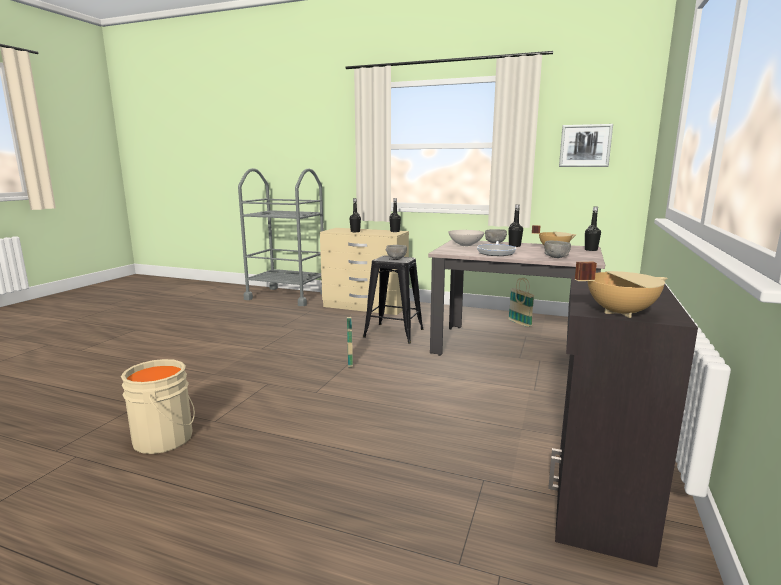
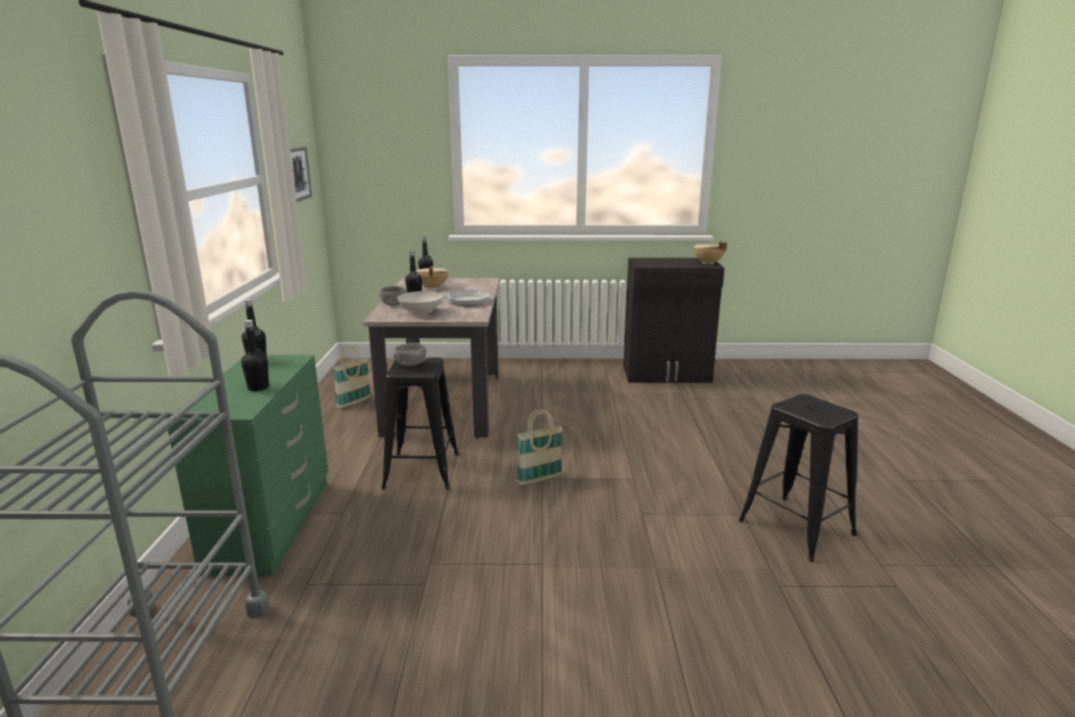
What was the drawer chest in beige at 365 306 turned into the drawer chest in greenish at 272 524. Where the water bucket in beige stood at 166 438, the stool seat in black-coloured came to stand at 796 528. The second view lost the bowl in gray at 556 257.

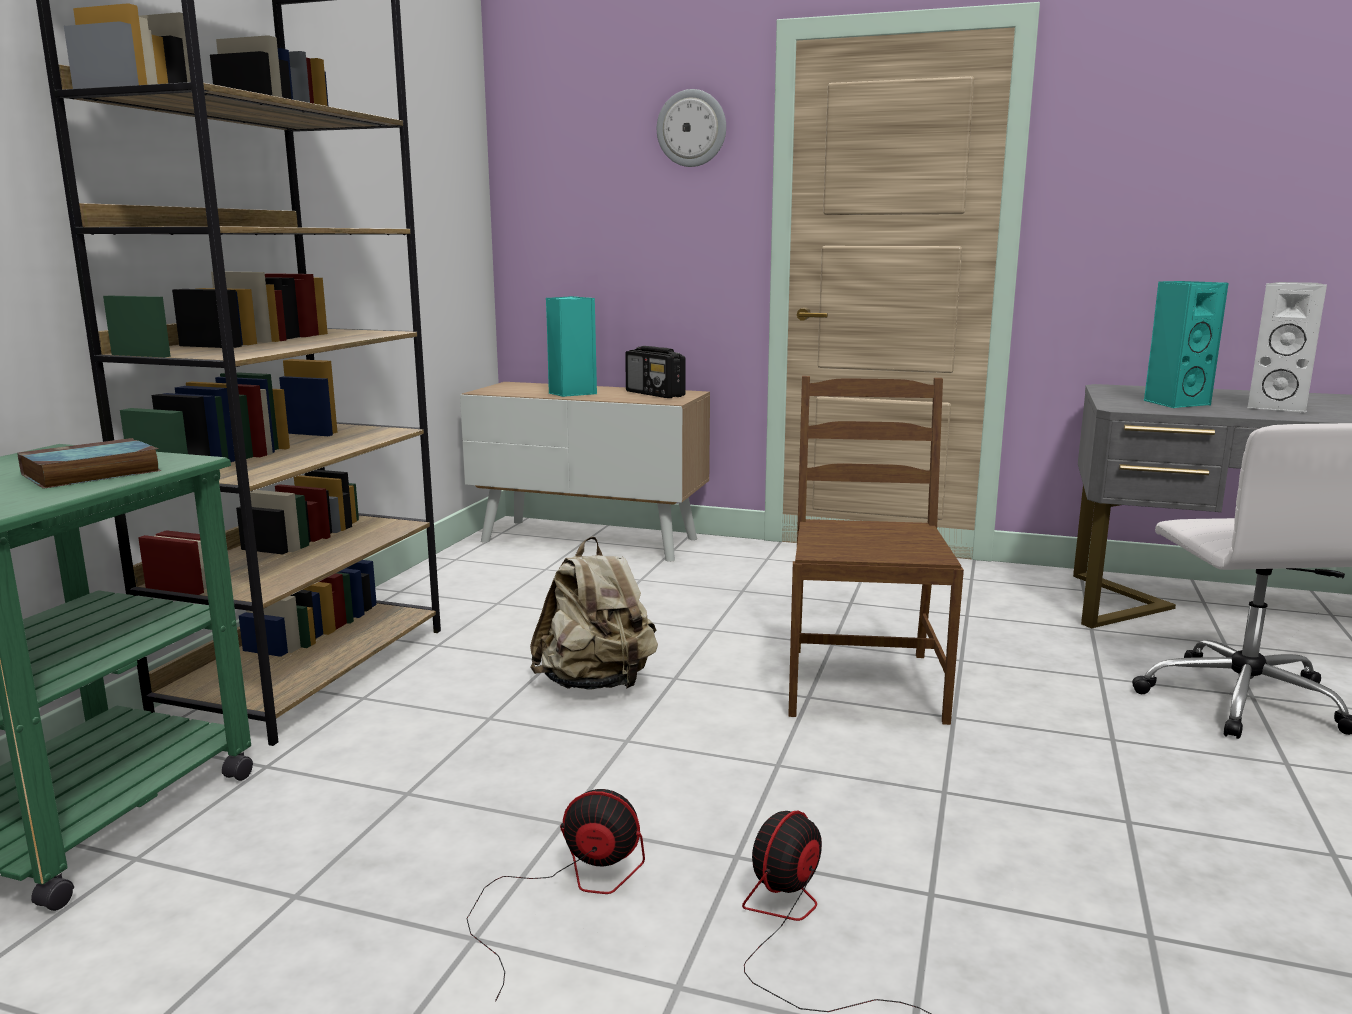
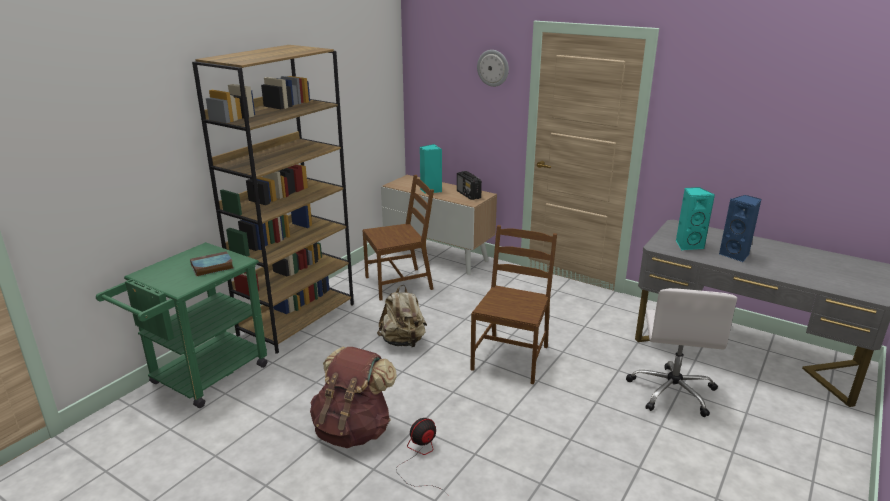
Where the fan stood at 566 892, the rucksack in brown-coloured came to stand at 353 430. The second view gained the chair in brown-coloured at 399 283. What was the loudspeaker in white at 1278 407 turned into the loudspeaker in blue at 736 255.

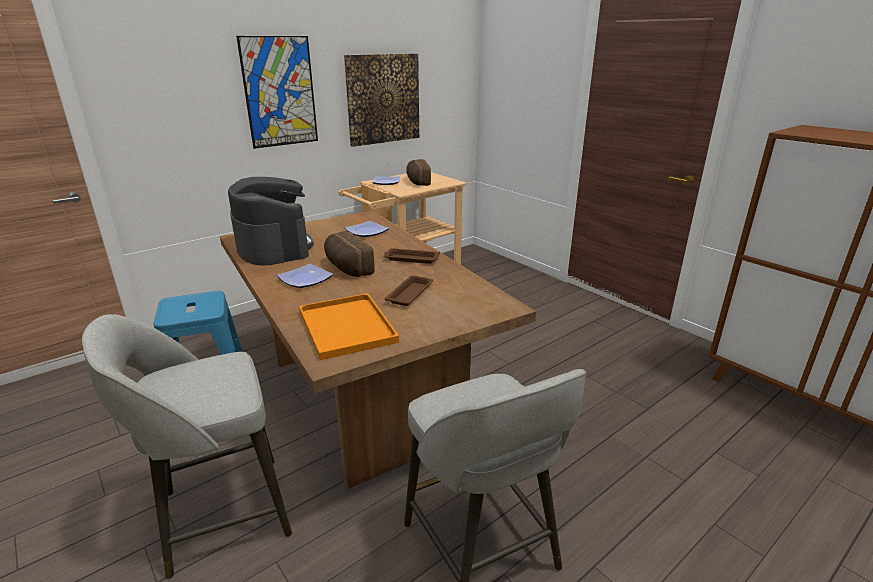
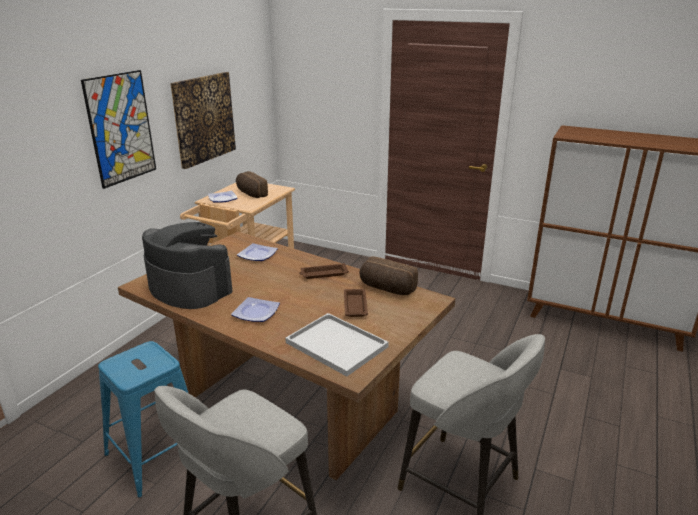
What was the tray in orange-coloured at 345 325 turned into the tray in white at 334 344. The baked bread ended up elsewhere, having gone from 347 268 to 386 289.

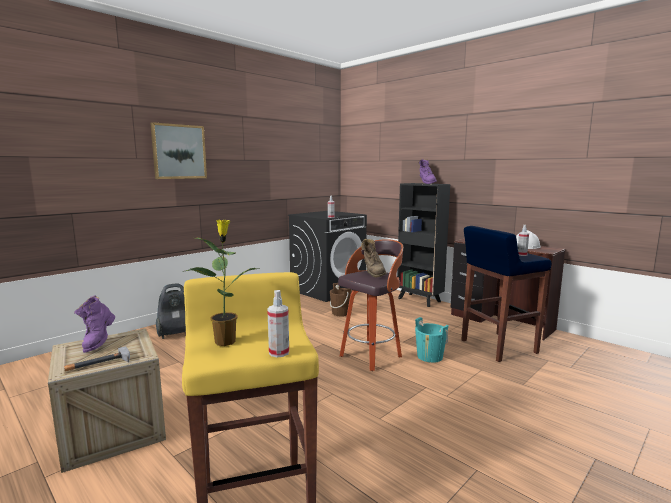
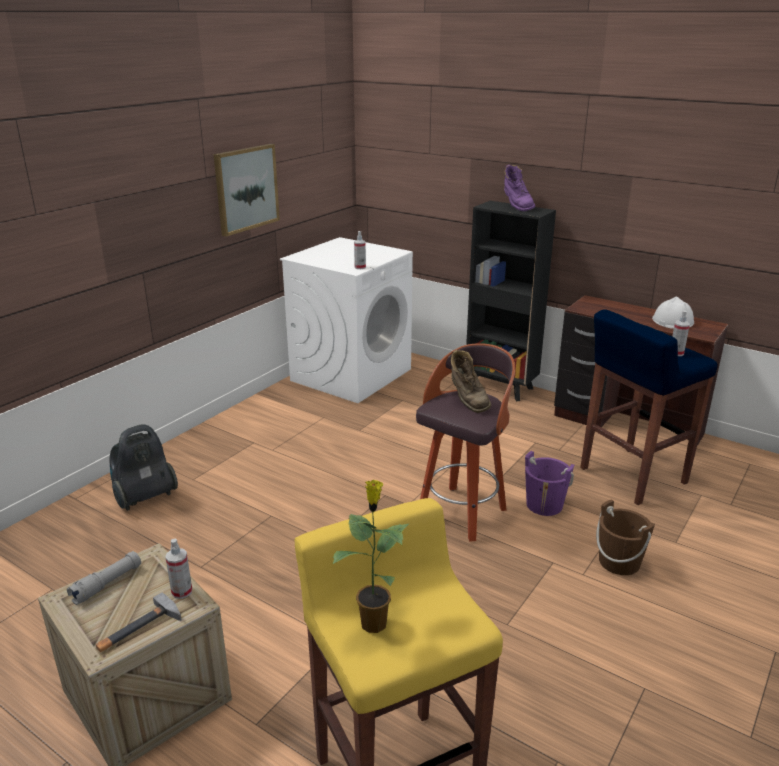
Where the high-top boot in purplish stood at 98 342, the flashlight in gray came to stand at 107 584. The hand sprayer ended up elsewhere, having gone from 279 352 to 182 591. The picture ended up elsewhere, having gone from 179 151 to 246 188. What was the laundry machine in black-coloured at 328 290 turned into the laundry machine in white at 351 374. What was the water bucket in turquoise-coloured at 429 357 turned into the water bucket in purplish at 544 505. The water bucket in brown-coloured ended up elsewhere, having gone from 341 313 to 619 562.

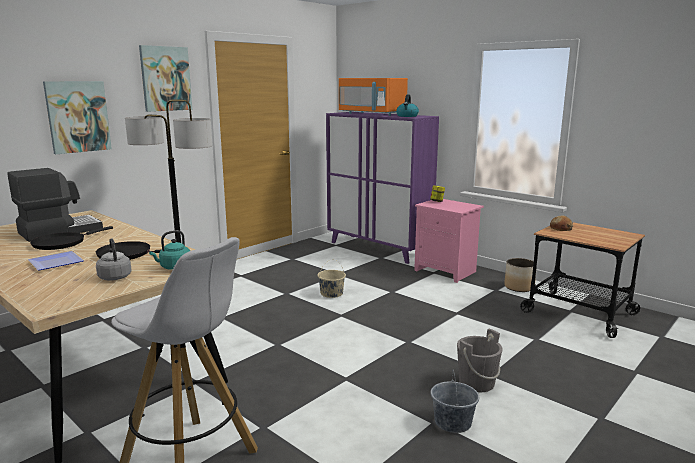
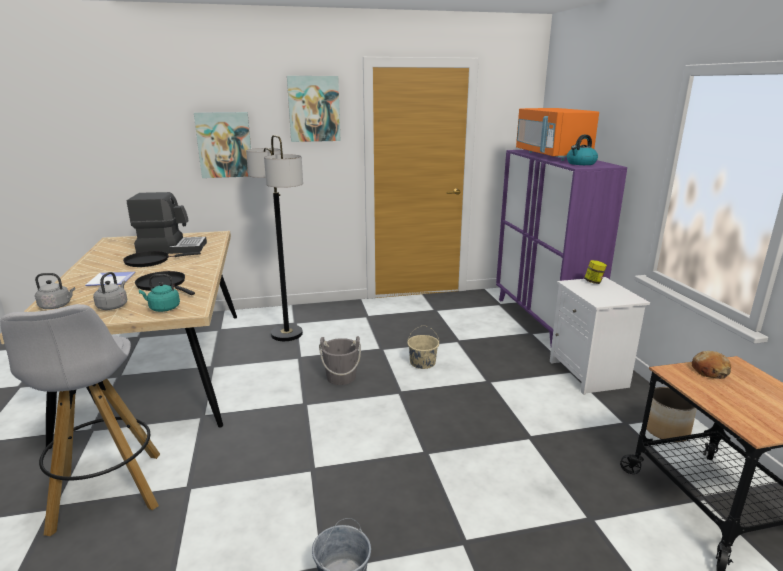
The second view gained the kettle in gray at 57 306. The water bucket in gray ended up elsewhere, having gone from 476 382 to 341 377. What was the night table in pink at 446 271 turned into the night table in white at 590 375.

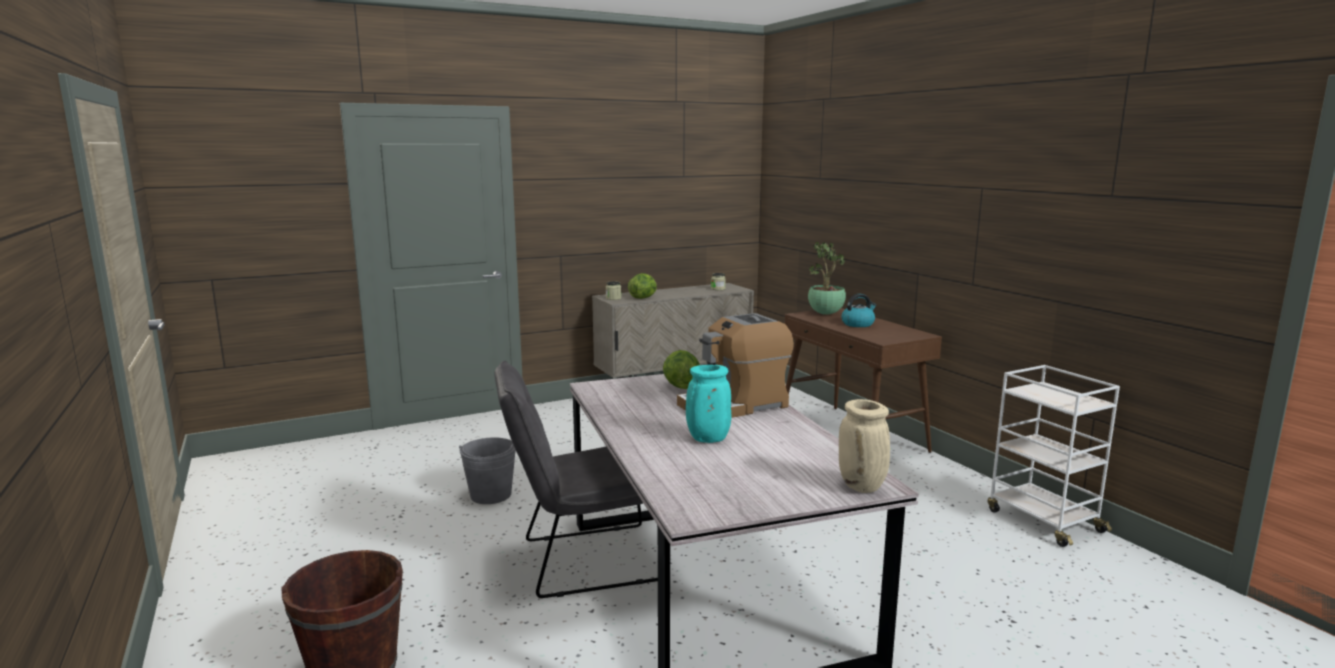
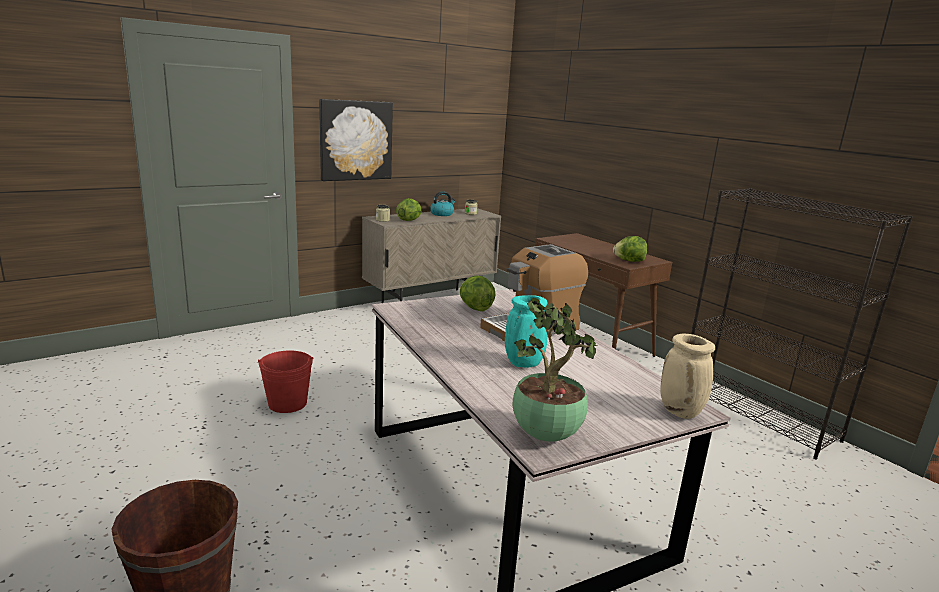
What was the water bucket in gray at 491 495 turned into the water bucket in reddish at 287 403. The second view gained the picture at 355 140. The kettle ended up elsewhere, having gone from 858 324 to 442 214. The potted plant ended up elsewhere, having gone from 826 314 to 547 436. The second view gained the lettuce head at 629 261. Where the trolley in white stood at 1042 520, the bookcase in black-coloured came to stand at 757 416. The second view lost the chair in gray at 581 561.

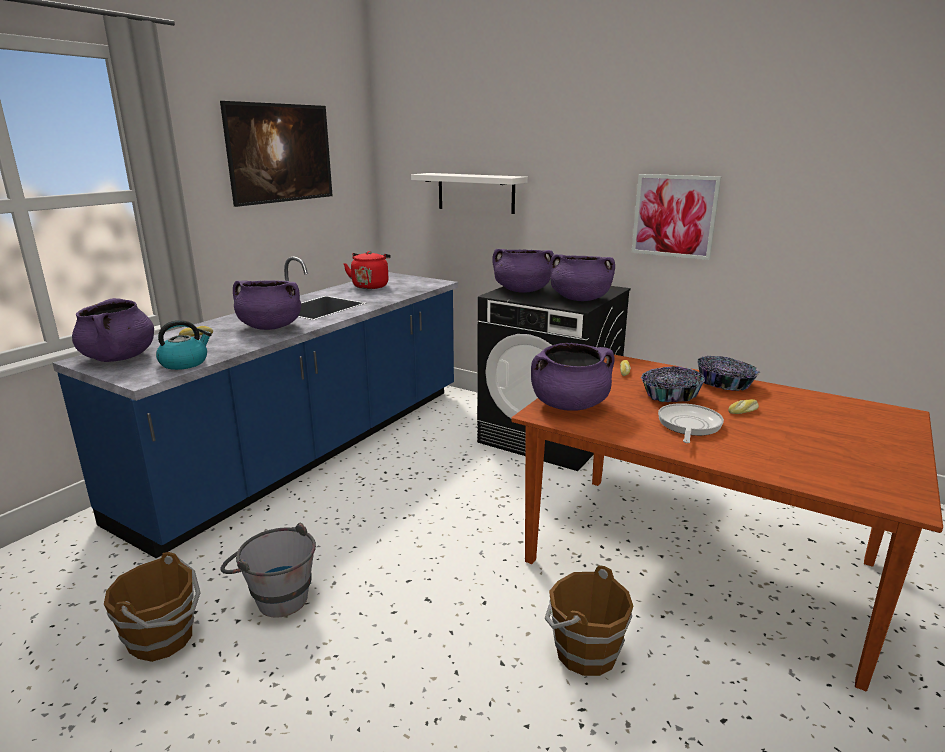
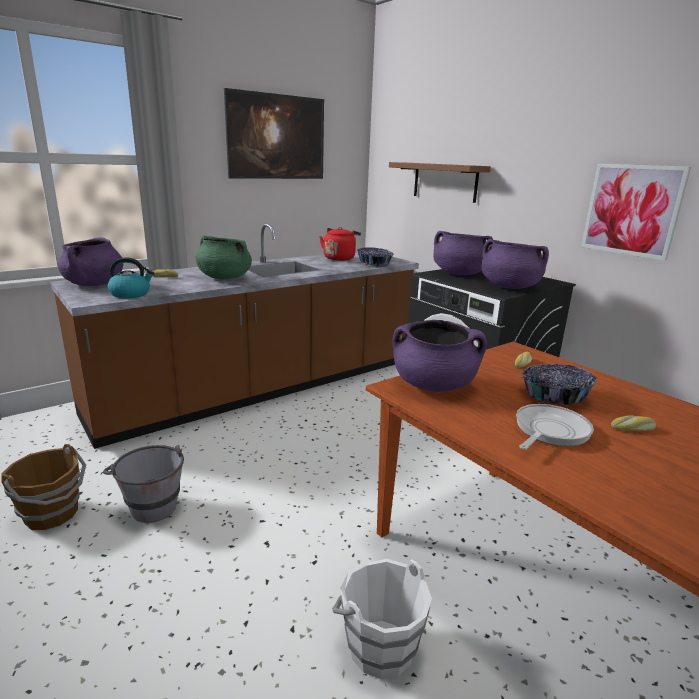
What was the kitchen counter in blue at 312 448 turned into the kitchen counter in brown-coloured at 262 388. What was the stockpot in purplish at 270 327 turned into the stockpot in greenish at 224 278. What was the water bucket in brown-coloured at 584 651 turned into the water bucket in white at 379 646. The bowl ended up elsewhere, having gone from 724 384 to 374 263. What was the bracket shelf in white at 476 193 turned into the bracket shelf in brown-coloured at 445 181.

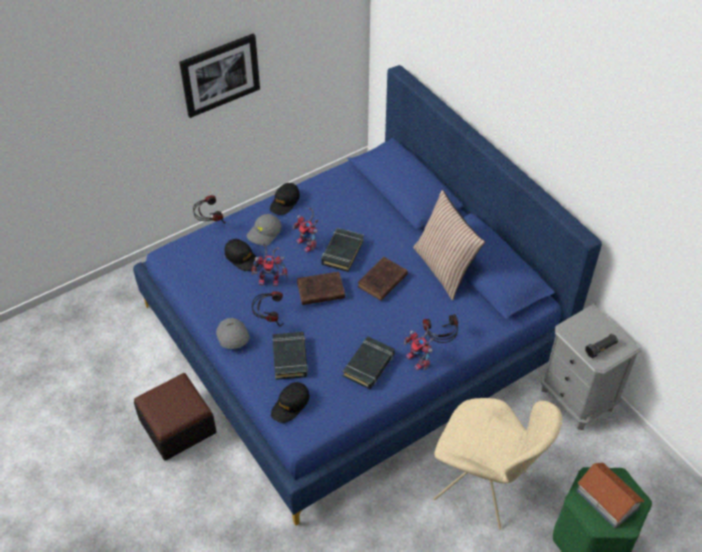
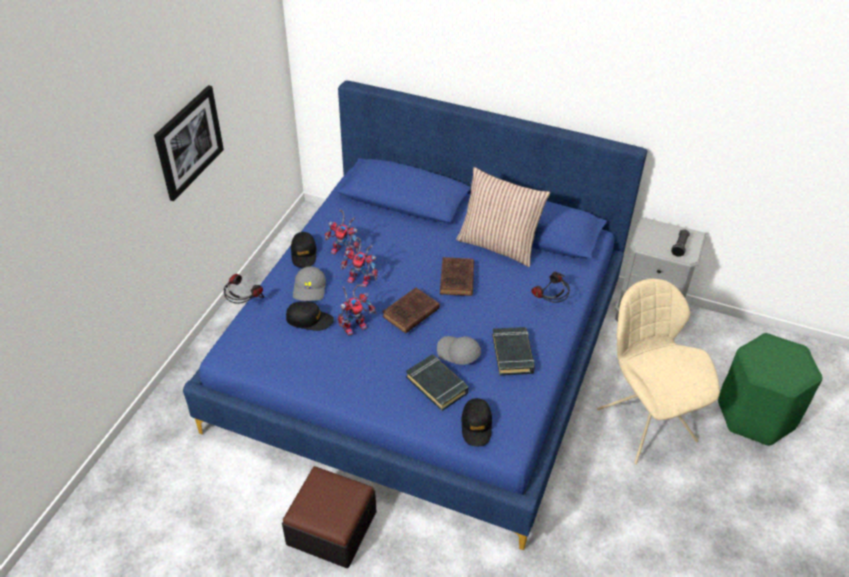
The toy robot ended up elsewhere, having gone from 419 361 to 344 251. The peaked cap in gray ended up elsewhere, having gone from 232 337 to 458 353. The chair in beige at 483 487 ended up facing another way, 105 degrees counterclockwise from before. The second view lost the headphones at 269 317. The second view lost the book in black-coloured at 342 252. The second view lost the miniature house at 606 499.

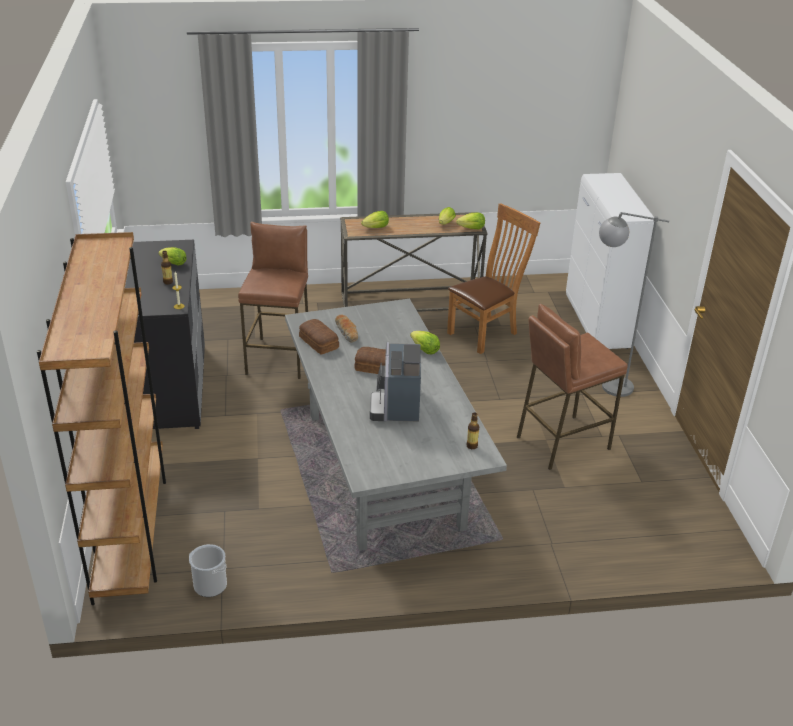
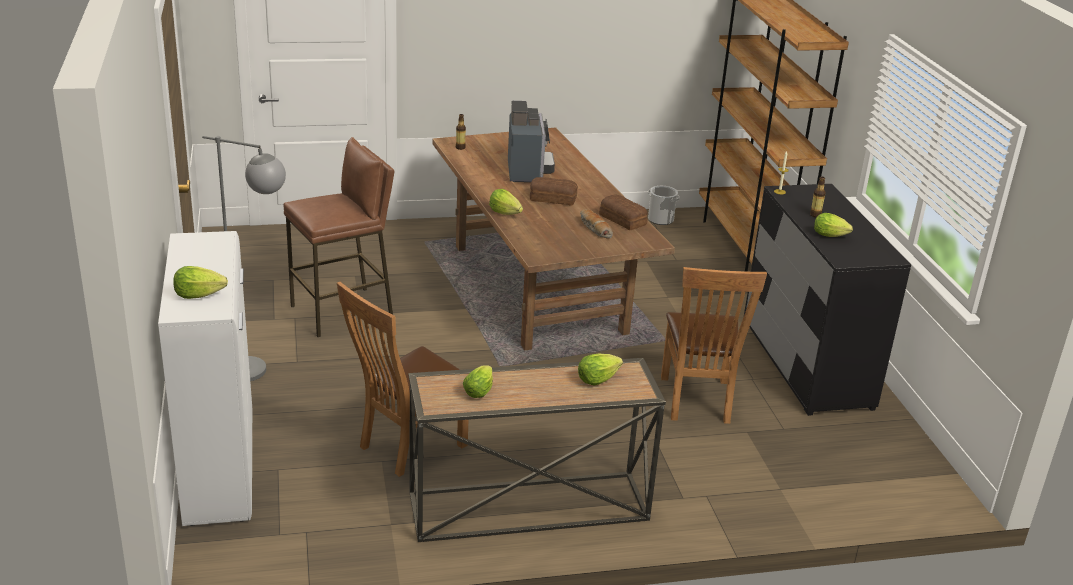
The lettuce head ended up elsewhere, having gone from 472 229 to 198 295. What was the dinner table in gray at 384 470 turned into the dinner table in brown-coloured at 536 288. Where the stool seat in brown-coloured stood at 279 358, the chair in brown-coloured came to stand at 697 402.

